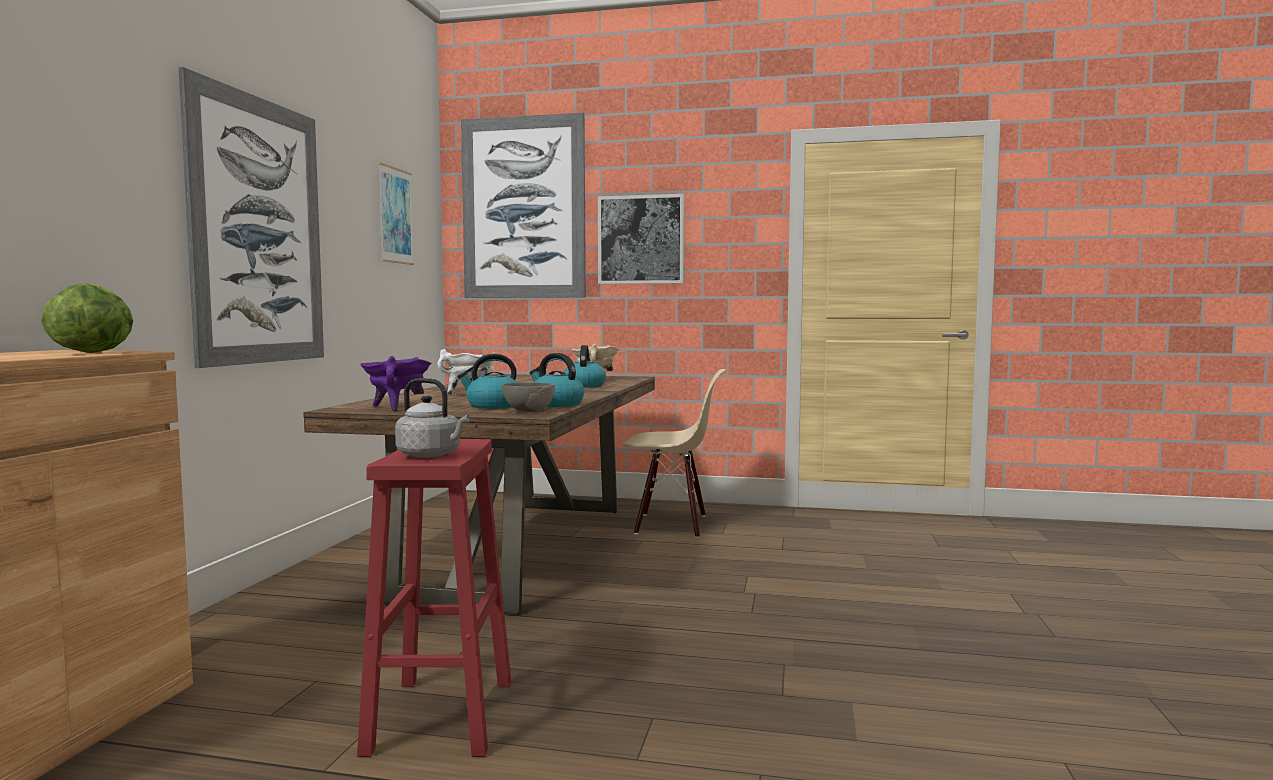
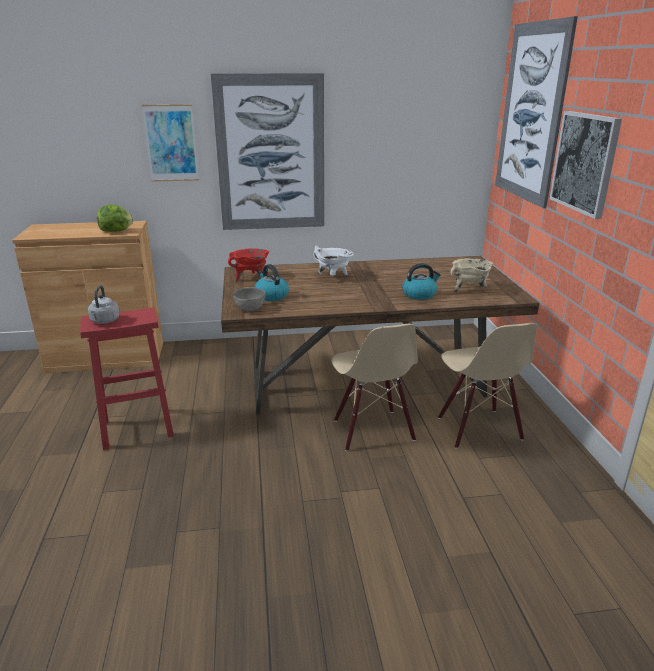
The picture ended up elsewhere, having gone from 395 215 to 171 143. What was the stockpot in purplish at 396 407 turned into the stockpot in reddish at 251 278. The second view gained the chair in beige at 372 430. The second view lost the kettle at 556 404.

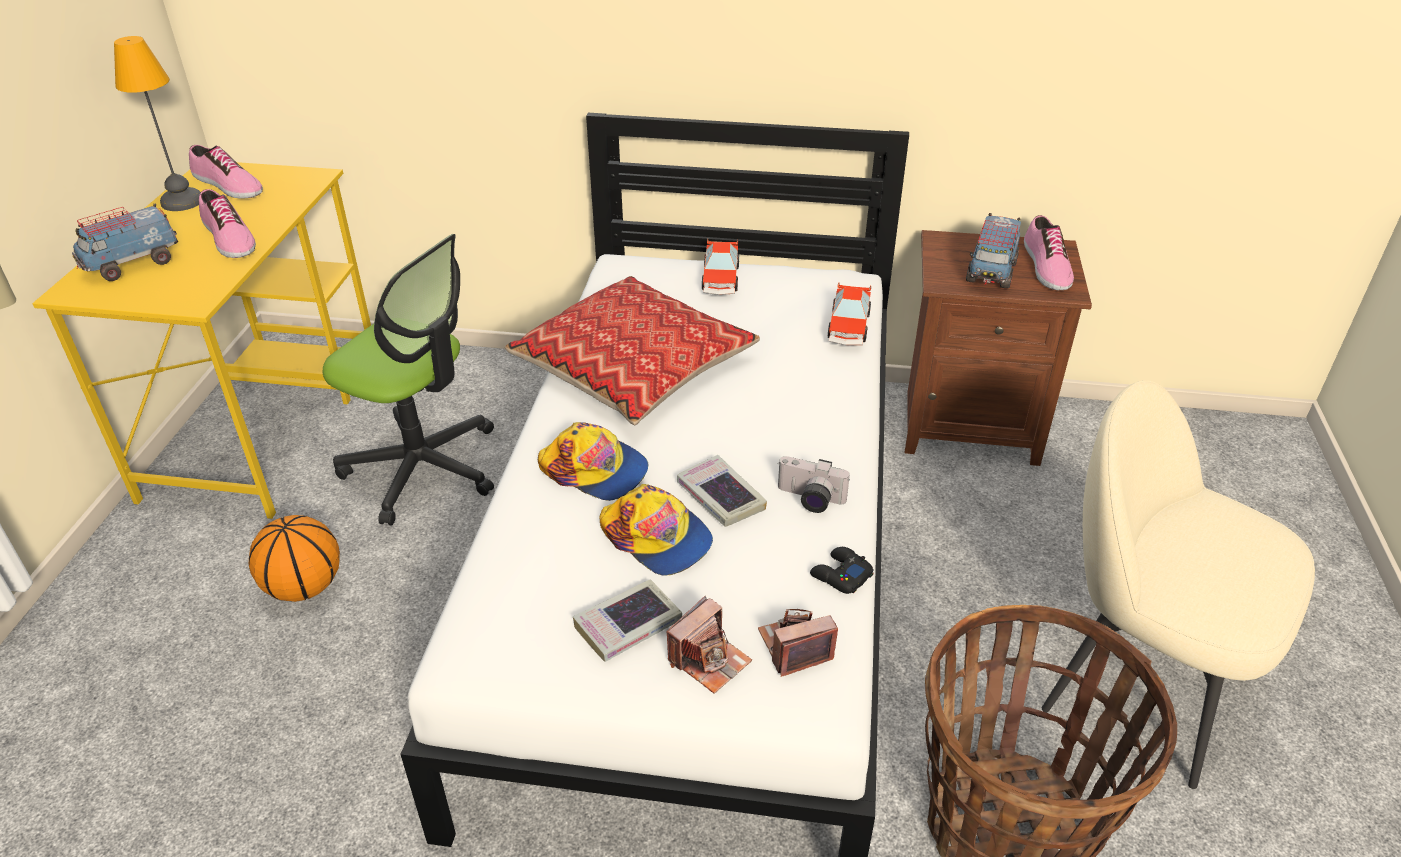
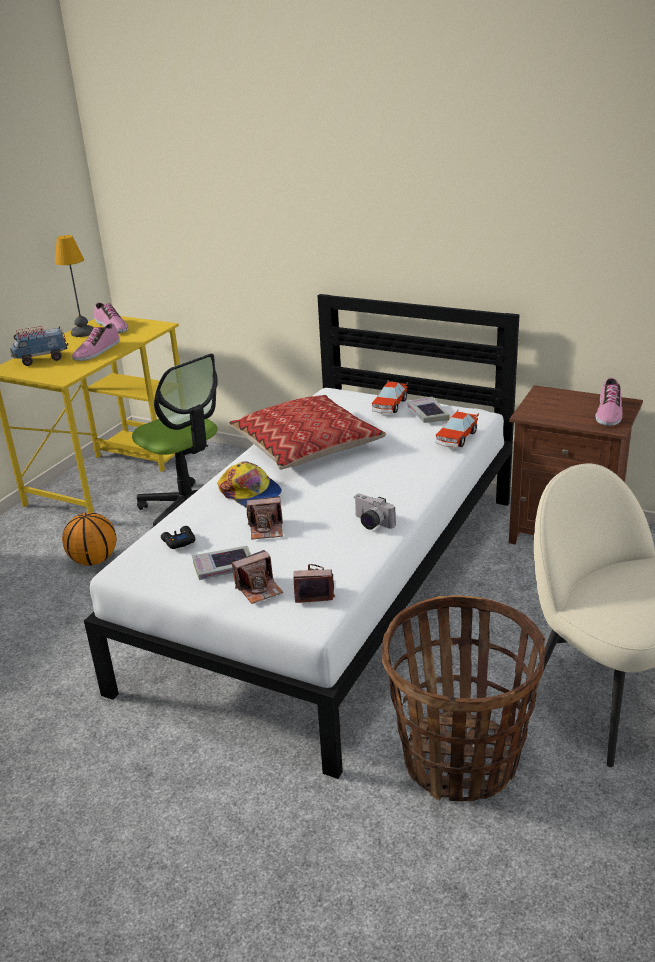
The low shoe at 228 238 ended up facing another way, 45 degrees clockwise from before. The game controller in black-coloured ended up elsewhere, having gone from 840 575 to 178 541. Where the peaked cap stood at 657 537, the photo camera came to stand at 266 529. The book ended up elsewhere, having gone from 720 497 to 427 414. The second view lost the toy truck at 991 273.

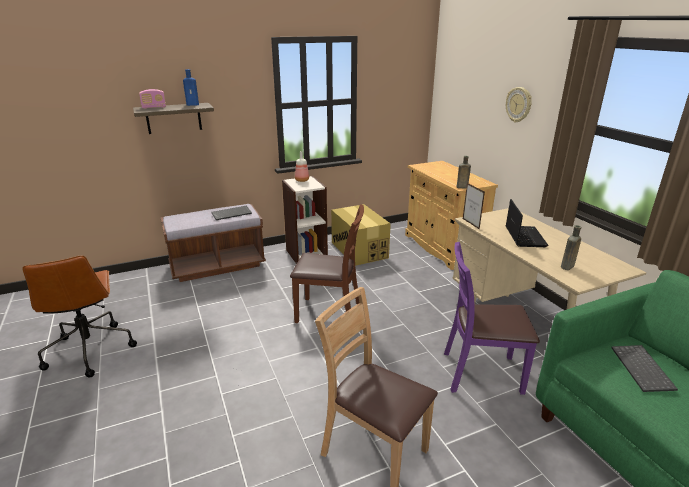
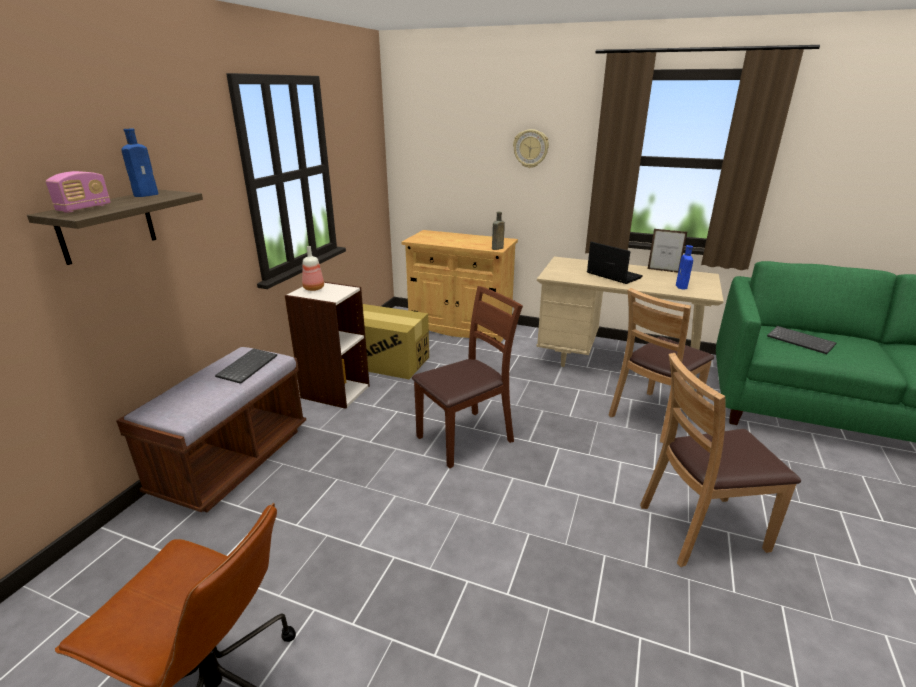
What was the chair in purplish at 480 373 turned into the chair in brown-coloured at 653 416. The standing frame ended up elsewhere, having gone from 470 224 to 663 271. What was the beverage bottle in brown-coloured at 567 267 turned into the beverage bottle in blue at 681 287.

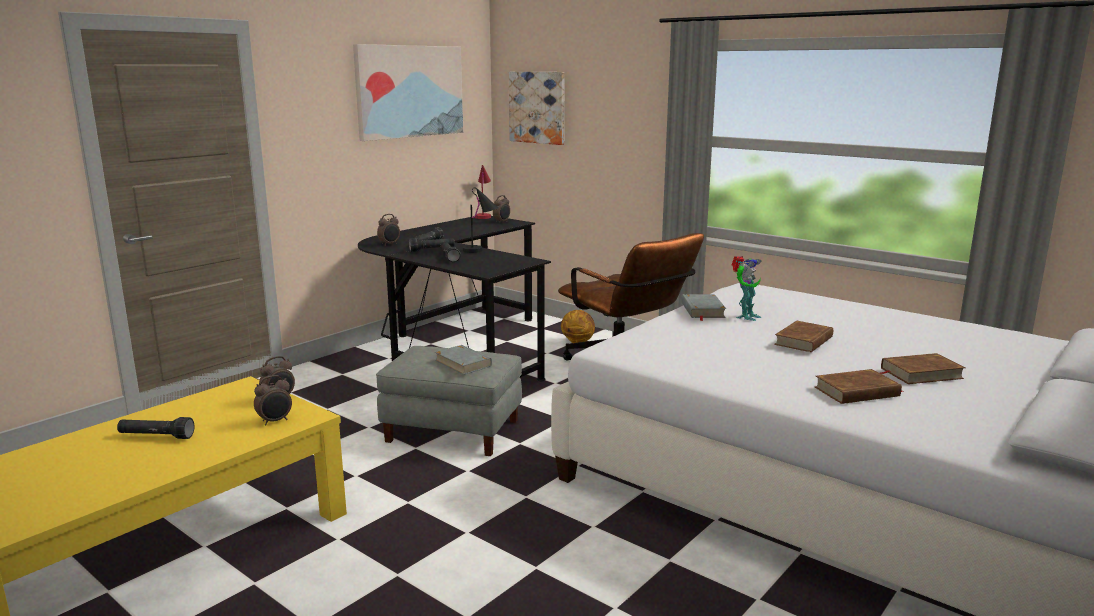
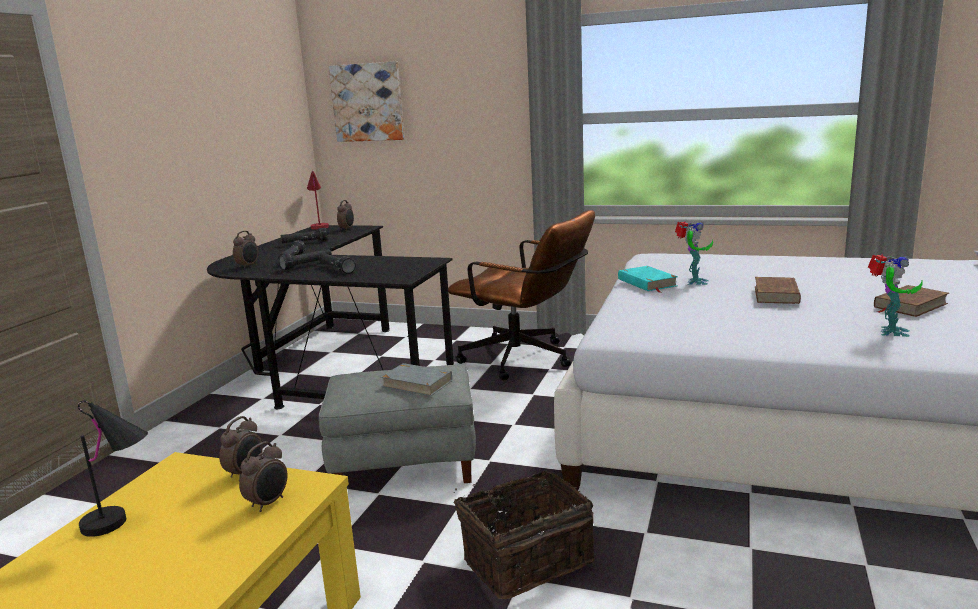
The tabletop lamp in black-coloured ended up elsewhere, having gone from 481 251 to 123 522. The flashlight in black-coloured ended up elsewhere, having gone from 156 436 to 304 243. The second view gained the household basket at 525 559. What was the book in gray at 702 310 turned into the book in turquoise-coloured at 647 283. Where the book in brown-coloured stood at 857 392, the toy robot came to stand at 889 332. The second view lost the picture at 409 91. The second view lost the basketball ball at 578 342.

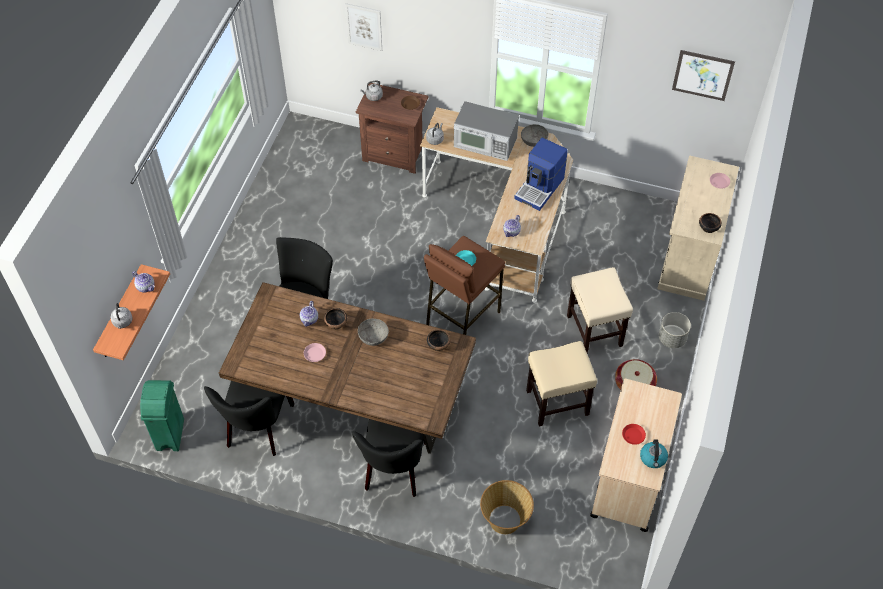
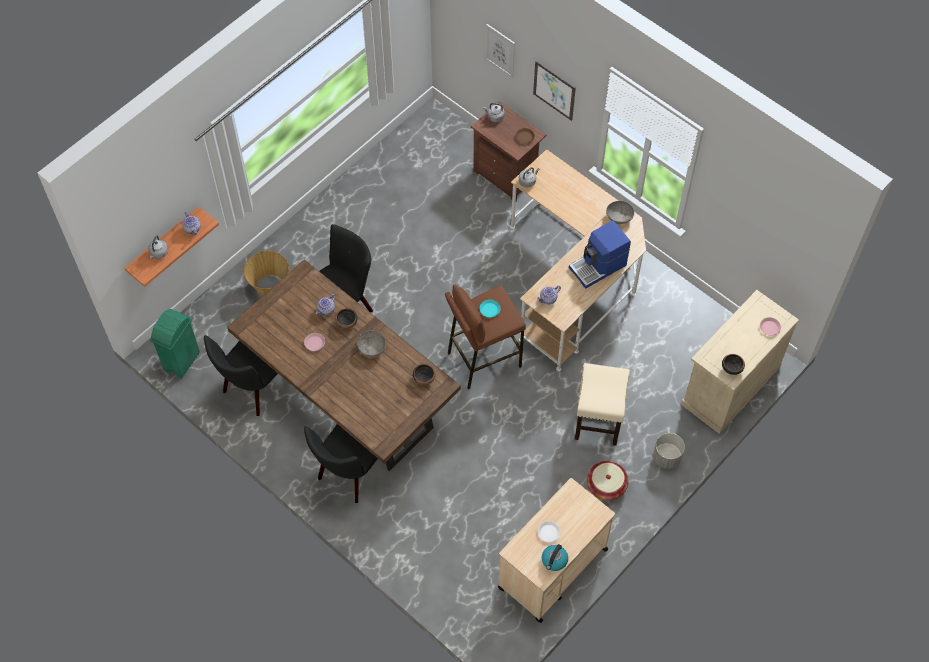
The household basket ended up elsewhere, having gone from 505 520 to 270 286. The picture ended up elsewhere, having gone from 702 75 to 554 90. What was the dinner plate in reddish at 633 435 turned into the dinner plate in white at 549 532. The second view lost the microwave at 485 143. The second view lost the stool seat in beige at 556 403.

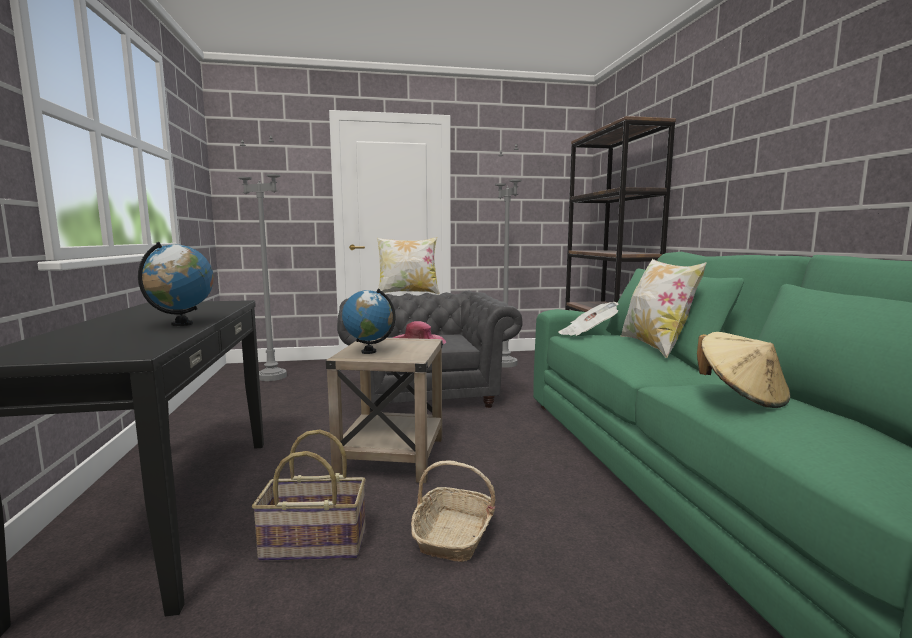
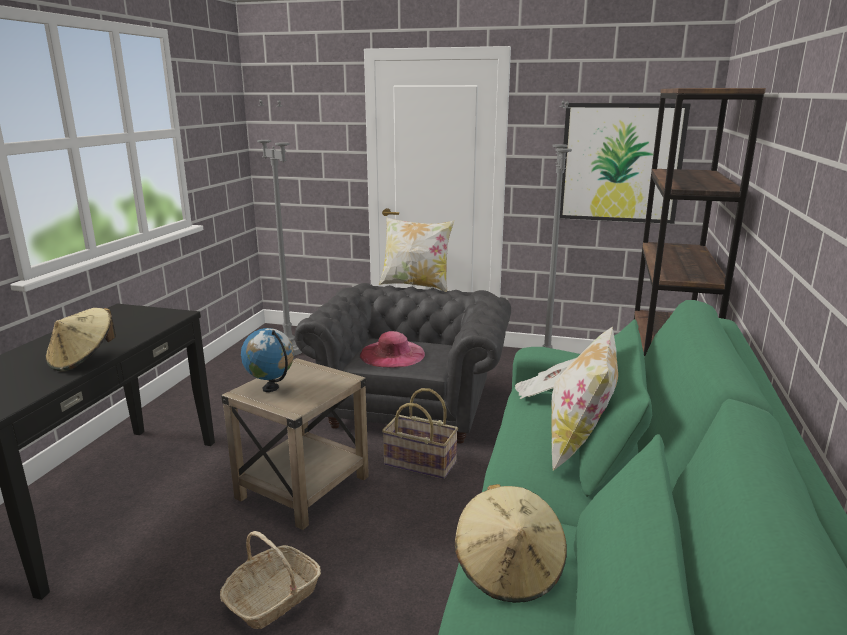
Where the globe stood at 182 324, the hat in beige came to stand at 83 360. The household basket ended up elsewhere, having gone from 313 545 to 419 463. The second view gained the picture at 620 163.

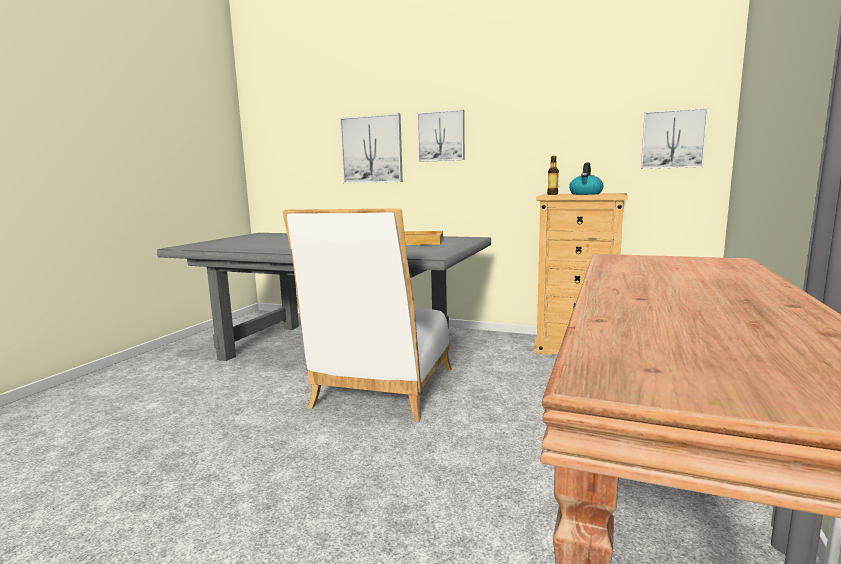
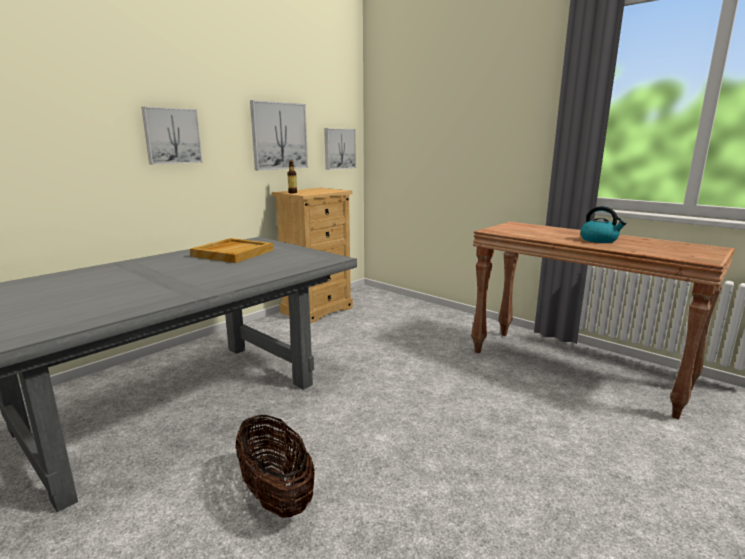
The second view gained the household basket at 276 494. The picture ended up elsewhere, having gone from 372 149 to 279 136. The kettle ended up elsewhere, having gone from 585 194 to 599 240. The second view lost the chair in white at 381 391.

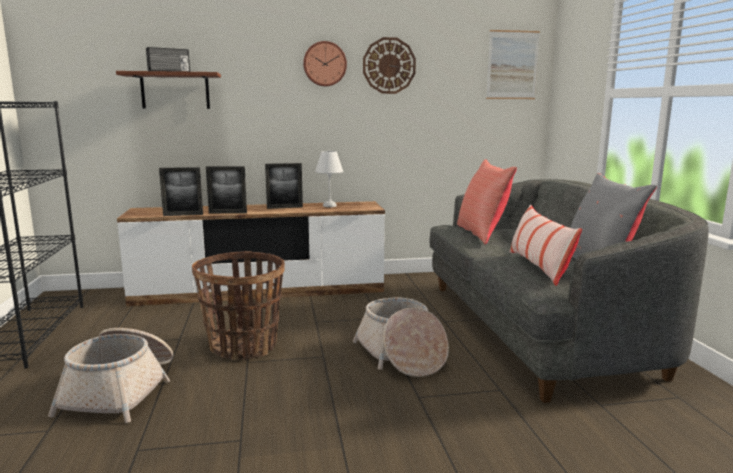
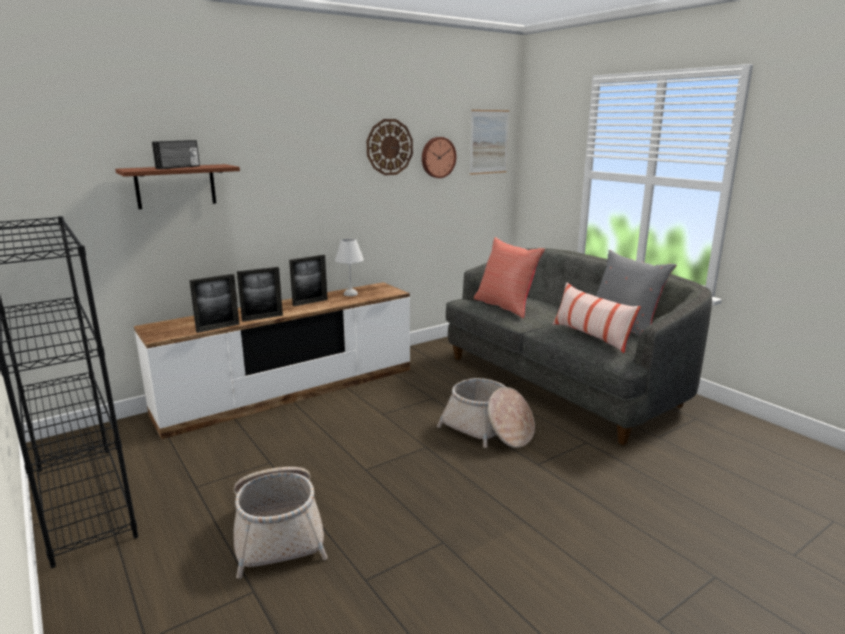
The clock on the wall ended up elsewhere, having gone from 324 64 to 437 157. The second view lost the household basket at 243 346.

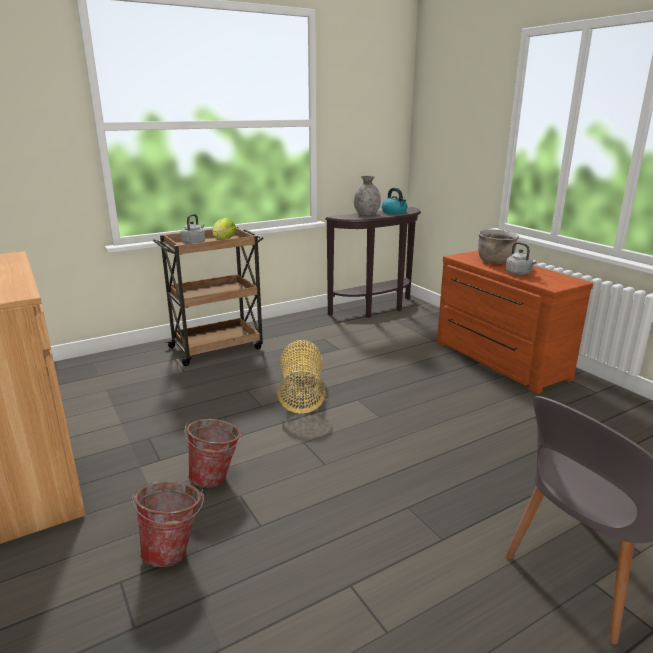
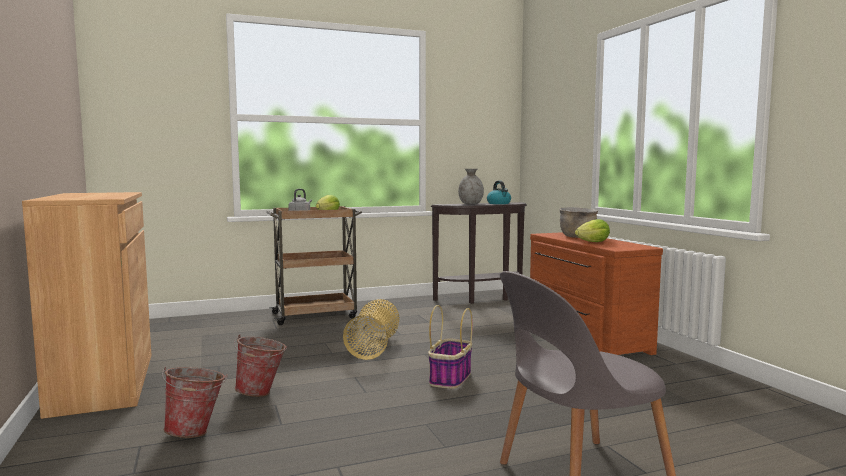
The second view gained the household basket at 450 379. Where the kettle in gray stood at 519 274, the lettuce head came to stand at 593 242.

